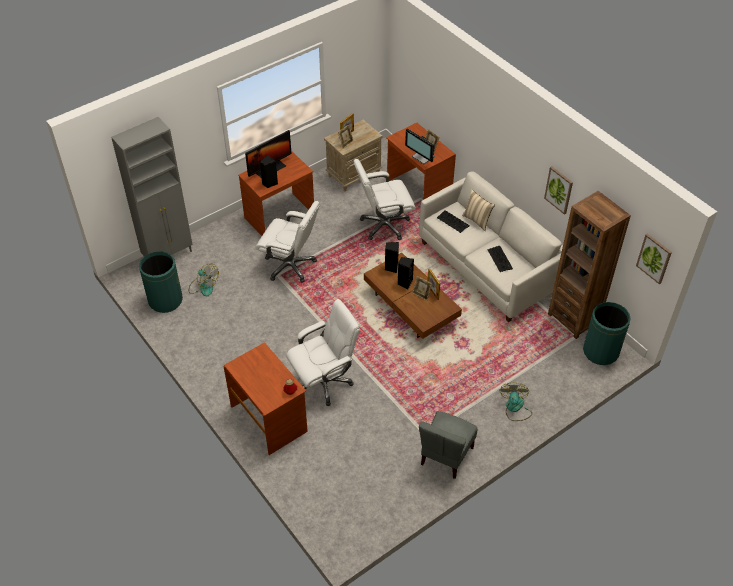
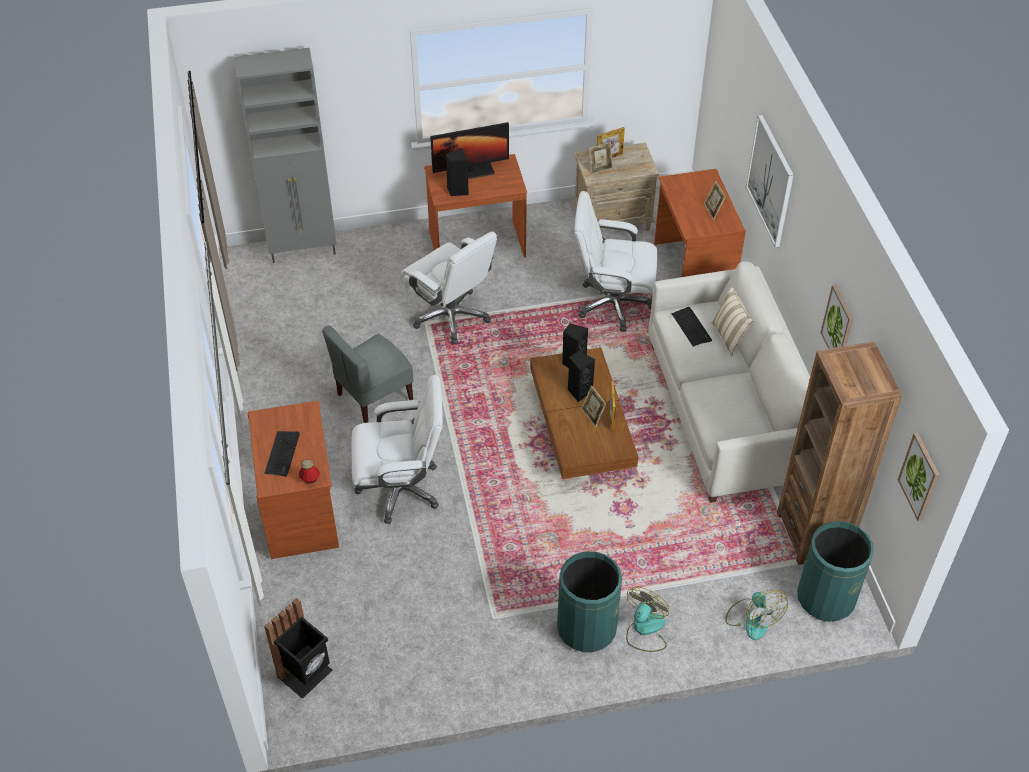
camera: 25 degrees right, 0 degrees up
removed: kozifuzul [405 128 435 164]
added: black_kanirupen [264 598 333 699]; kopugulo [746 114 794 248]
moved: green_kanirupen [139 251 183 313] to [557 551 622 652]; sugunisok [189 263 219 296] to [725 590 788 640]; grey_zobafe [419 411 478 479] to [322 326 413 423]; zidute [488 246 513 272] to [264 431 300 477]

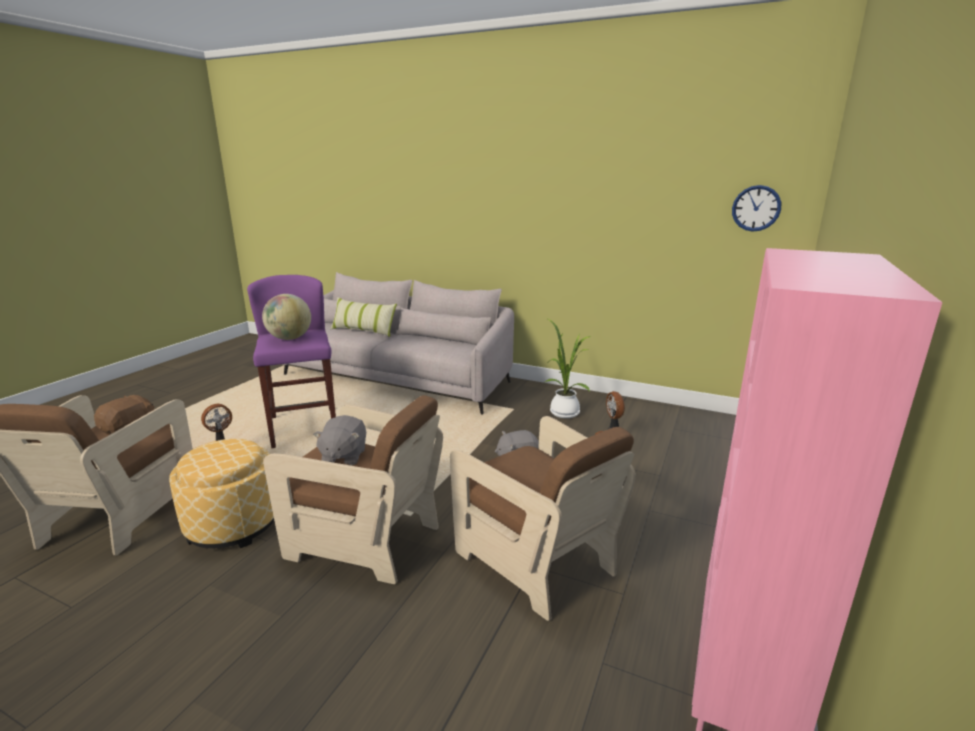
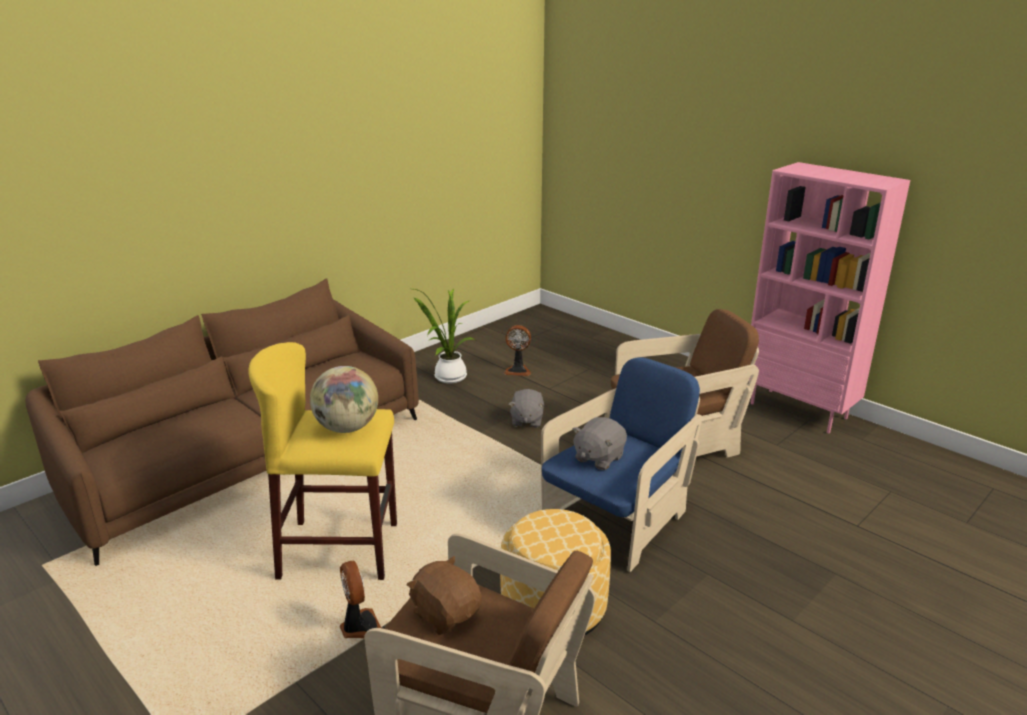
camera: 70 degrees left, 5 degrees up
removed: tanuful [330 297 397 337]; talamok [732 185 781 232]
recoloured: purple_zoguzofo [247 275 336 448] to yellow_zoguzofo [249 342 397 580]; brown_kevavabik [263 395 443 584] to blue_kevavabik [541 357 702 572]; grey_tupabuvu [283 272 514 415] to brown_tupabuvu [25 278 419 566]
turned: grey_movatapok [313 415 366 465] = [572 417 627 470] 105 degrees clockwise

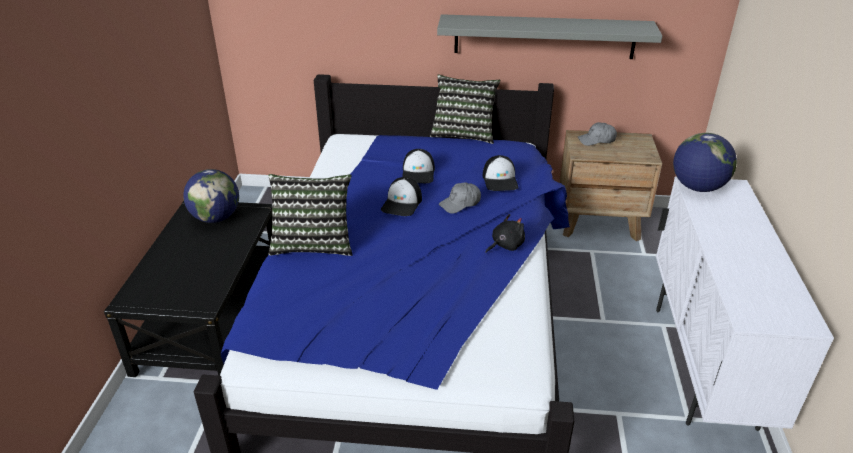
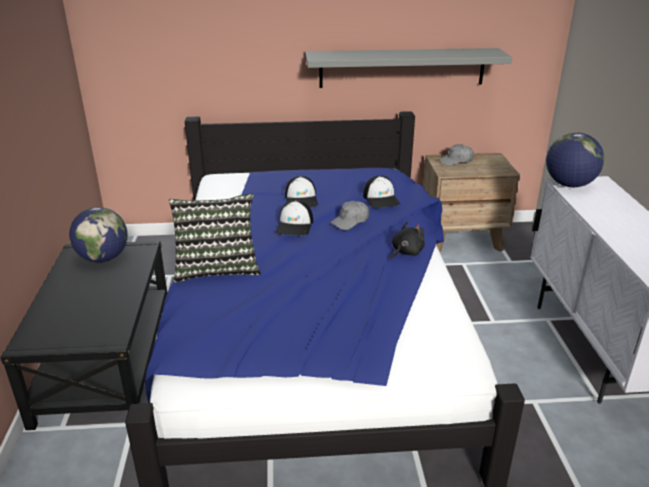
camera: 10 degrees left, 5 degrees down
removed: tanuful [430 74 500 144]

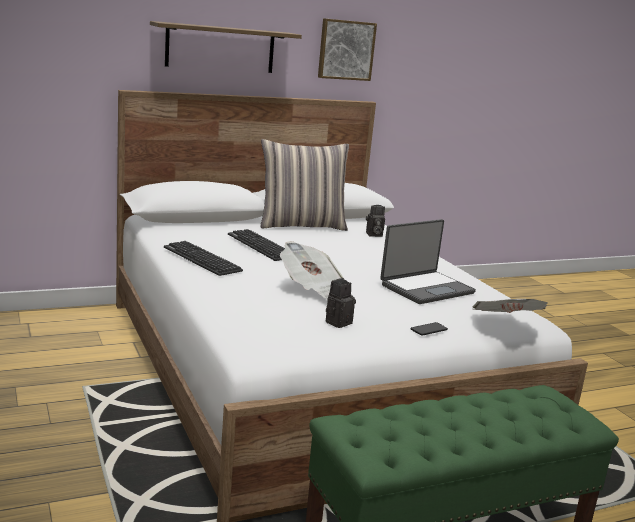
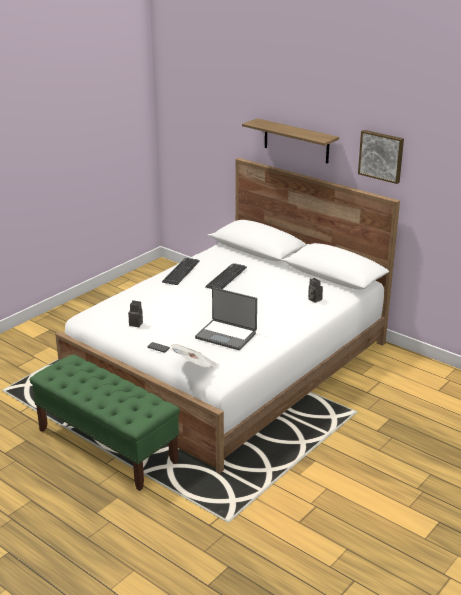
camera: 65 degrees right, 10 degrees up
removed: tanuful [261 139 349 231]; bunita [280 241 343 300]

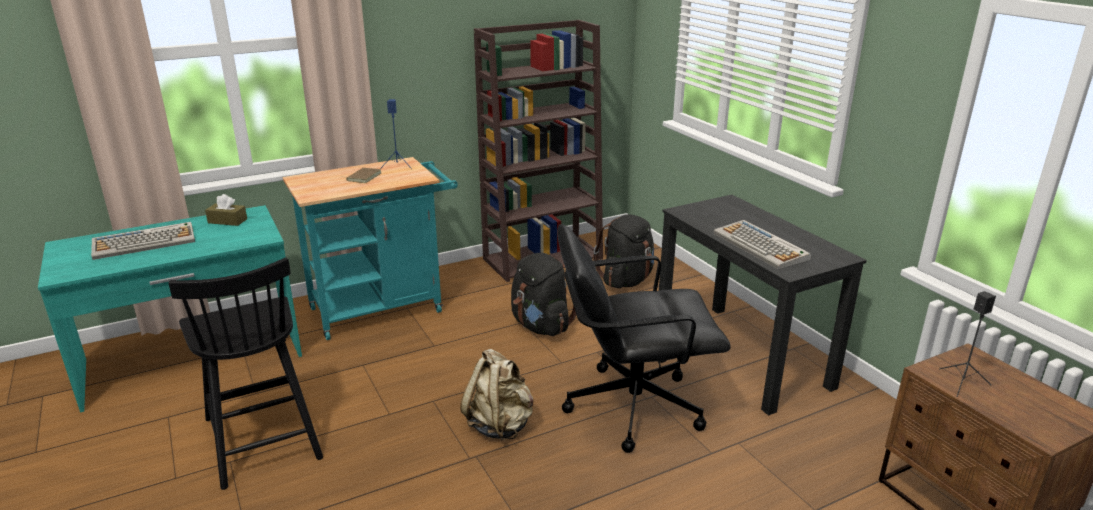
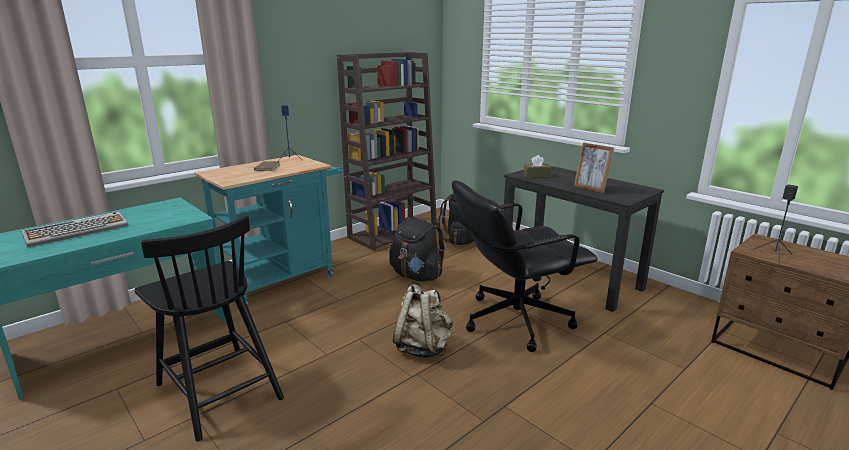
camera: 15 degrees left, 5 degrees down
moved: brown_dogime [205 194 247 226] to [523 155 552 178]
replaced: zidute [713 220 812 269] to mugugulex [574 143 614 193]

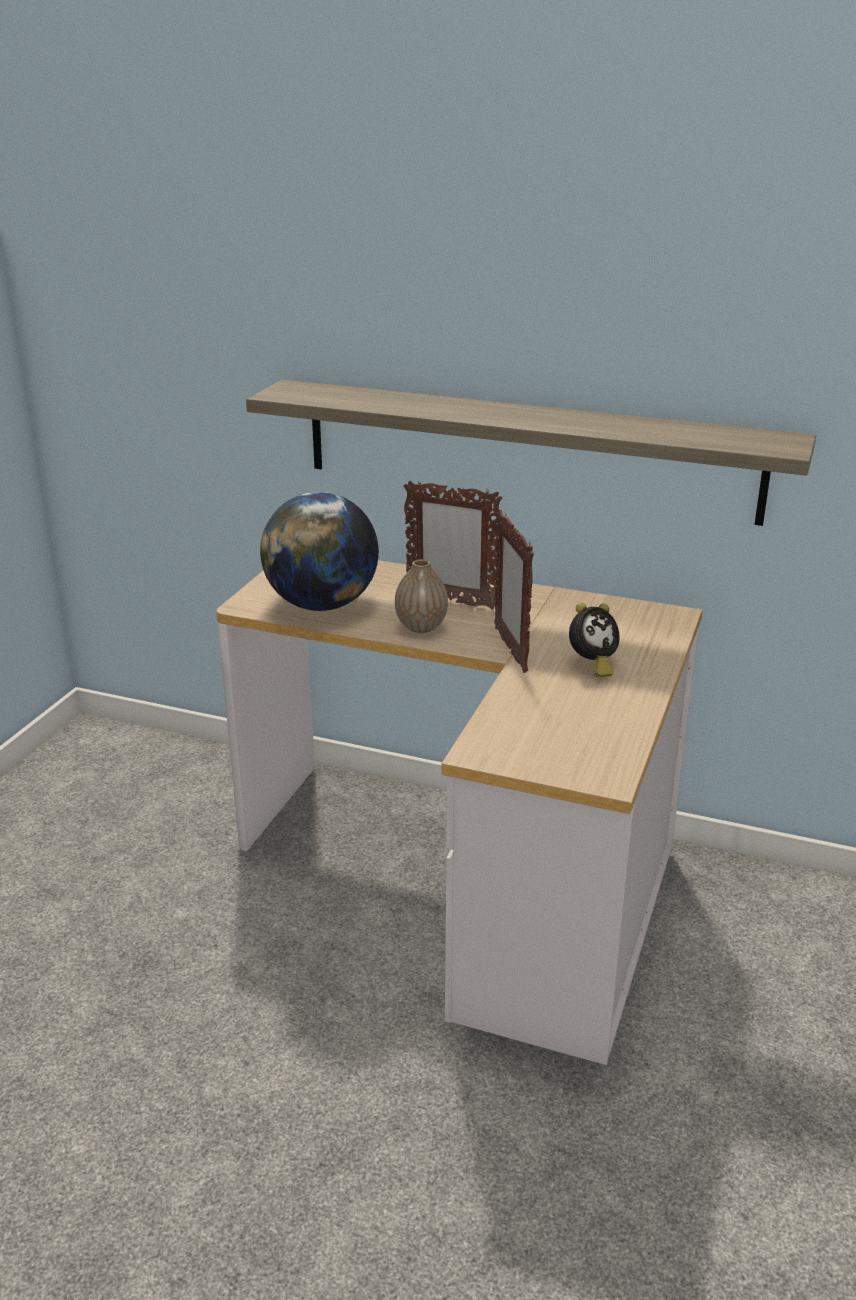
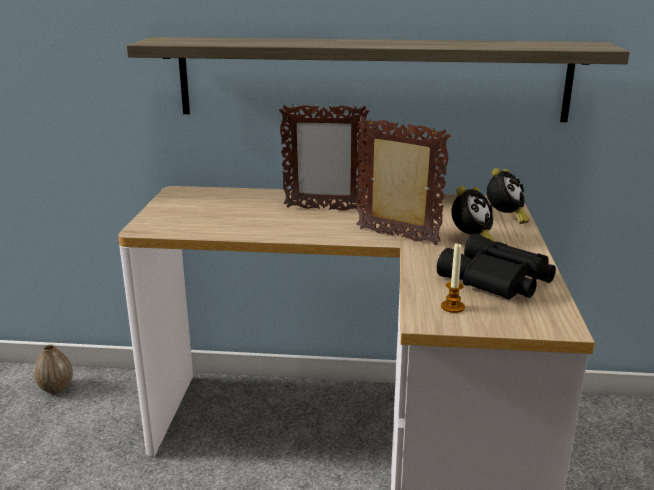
camera: 15 degrees left, 5 degrees down
removed: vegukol [260 492 379 611]
added: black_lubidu [437 233 556 300]; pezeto [441 243 465 313]; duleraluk [487 168 530 224]
moved: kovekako [395 559 448 633] to [34 344 73 393]
turned: mugugulex [494 510 534 673] = [356 117 451 245] 150 degrees clockwise

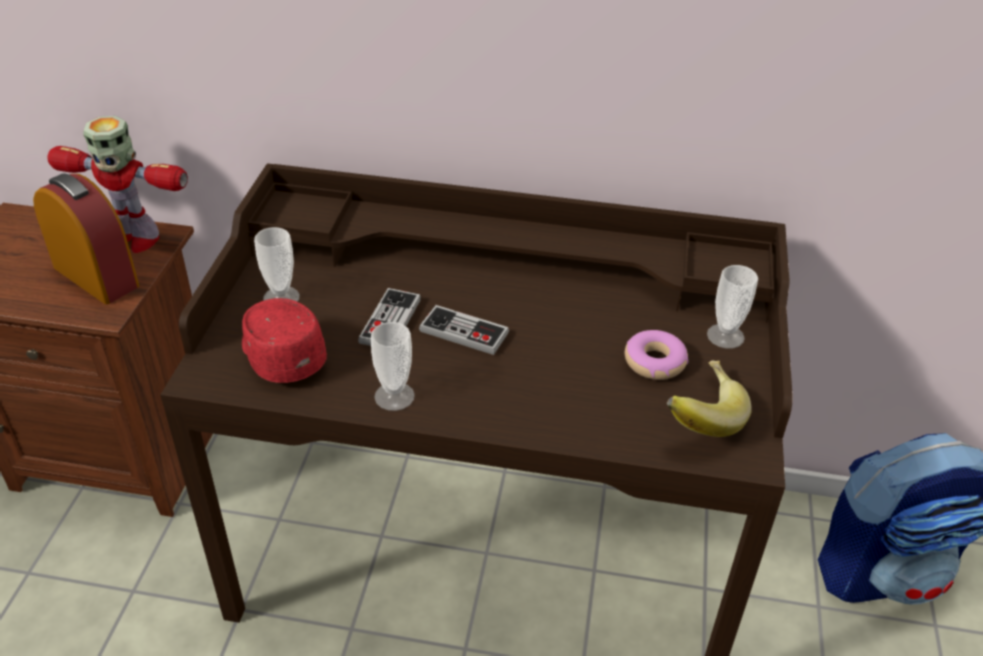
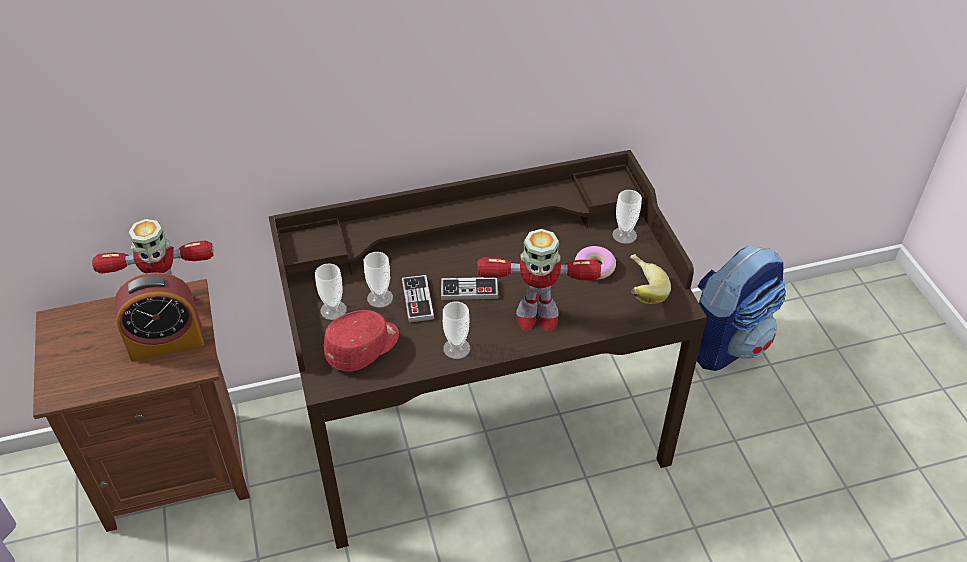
camera: 25 degrees left, 5 degrees up
added: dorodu [364 252 393 308]; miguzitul [477 229 601 332]
turned: duleraluk [33 174 139 304] = [115 272 204 362] 150 degrees clockwise; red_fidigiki [242 298 327 383] = [324 310 399 371] 105 degrees clockwise

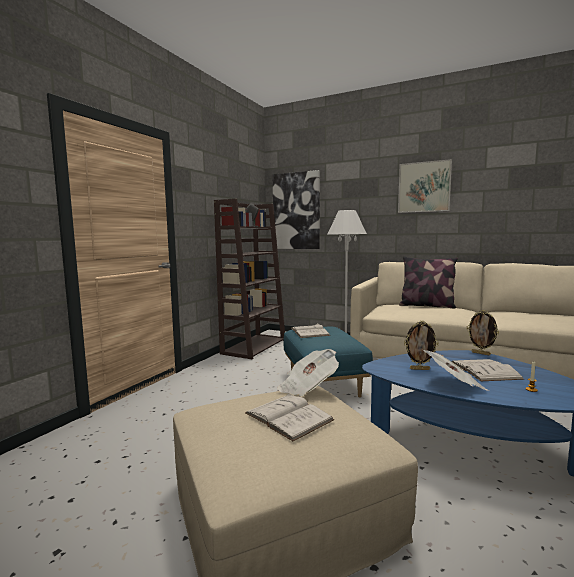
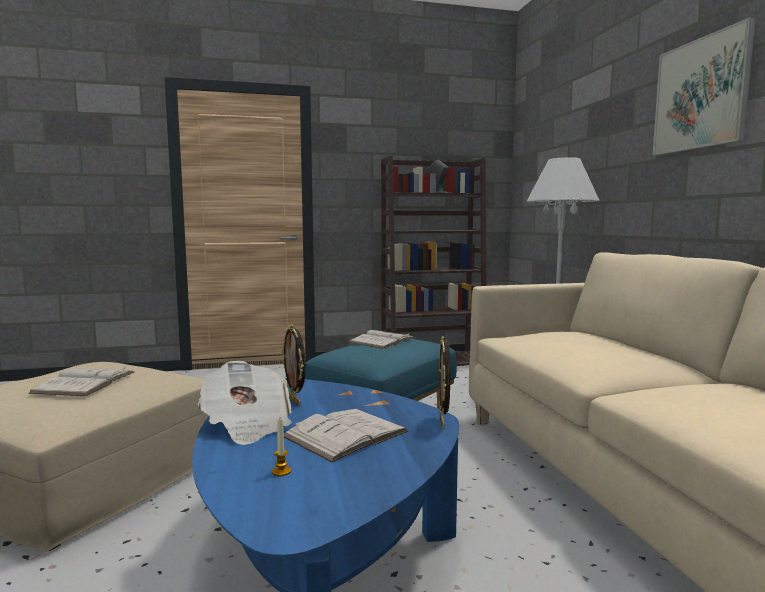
camera: 50 degrees right, 0 degrees up
removed: kopugulo [273 170 320 249]; bunita [277 349 339 396]; tanuful [399 256 458 309]

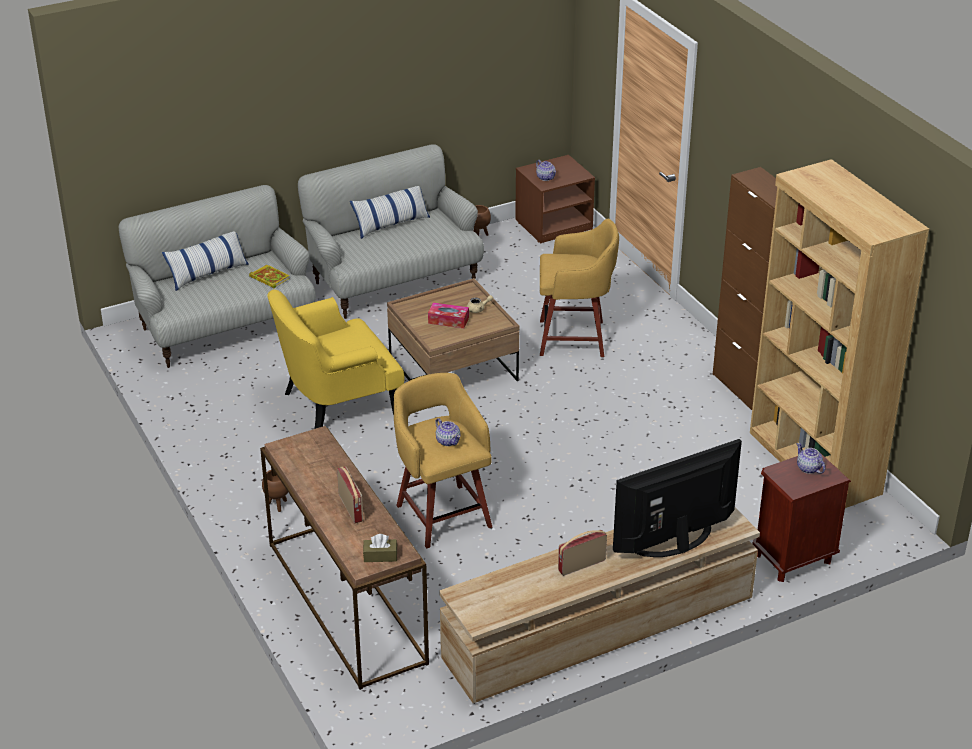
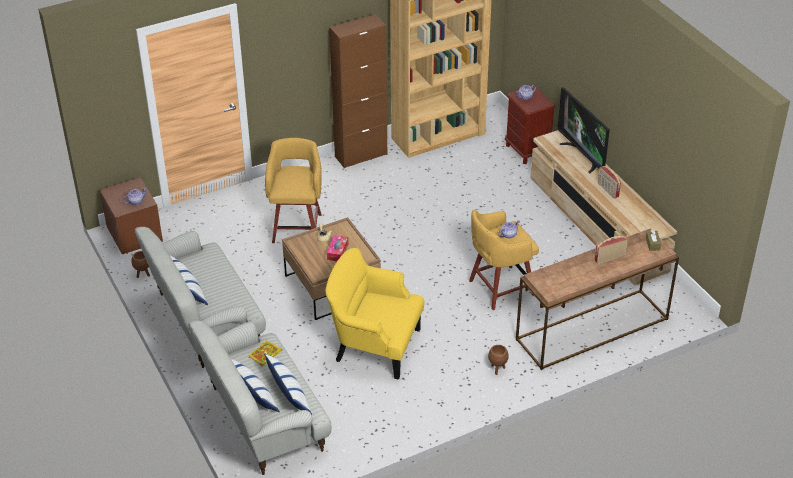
camera: 90 degrees left, 5 degrees up
added: tanuful [264 353 312 415]
turned: yellow_kevavabik [267 290 404 429] = [326 248 424 380] 135 degrees clockwise

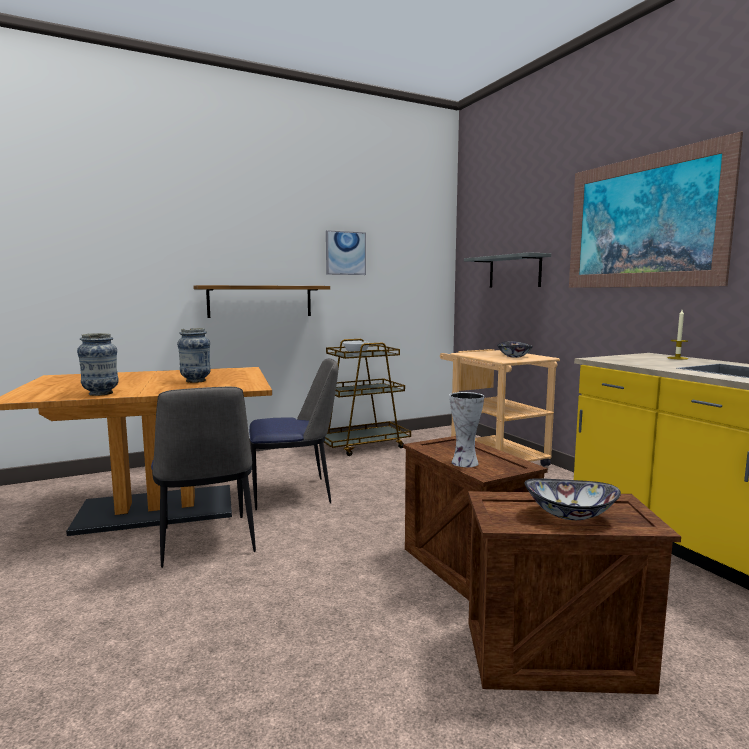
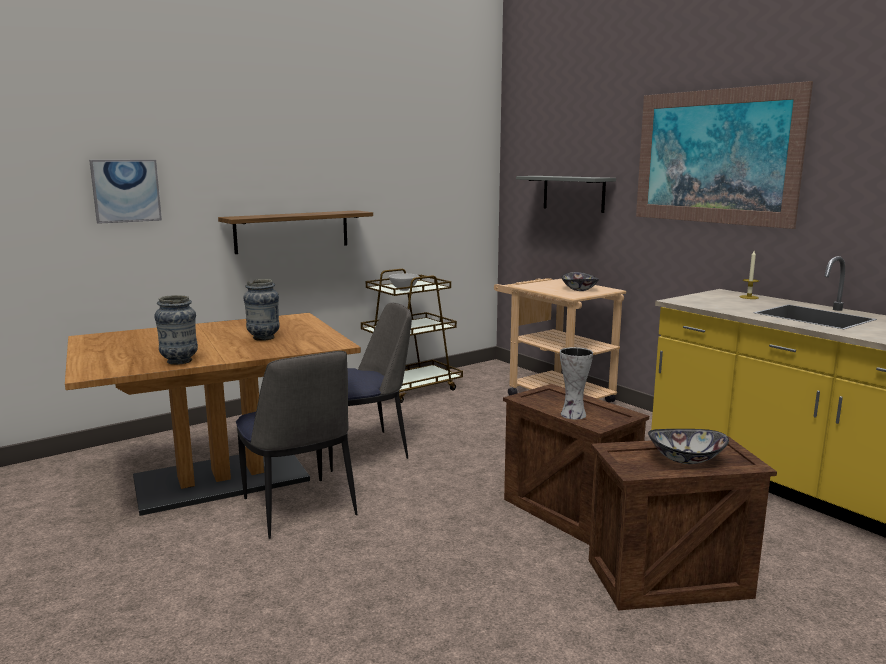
camera: 10 degrees left, 5 degrees up
moved: kopugulo [326 230 366 275] to [89 160 162 224]

